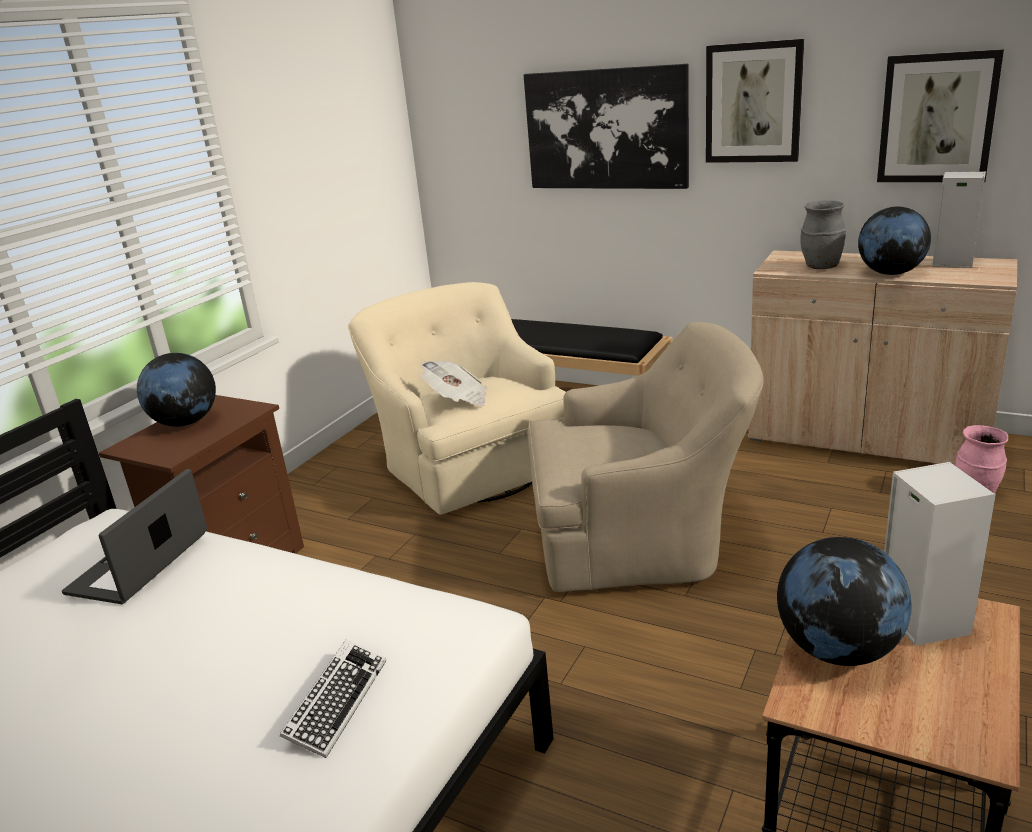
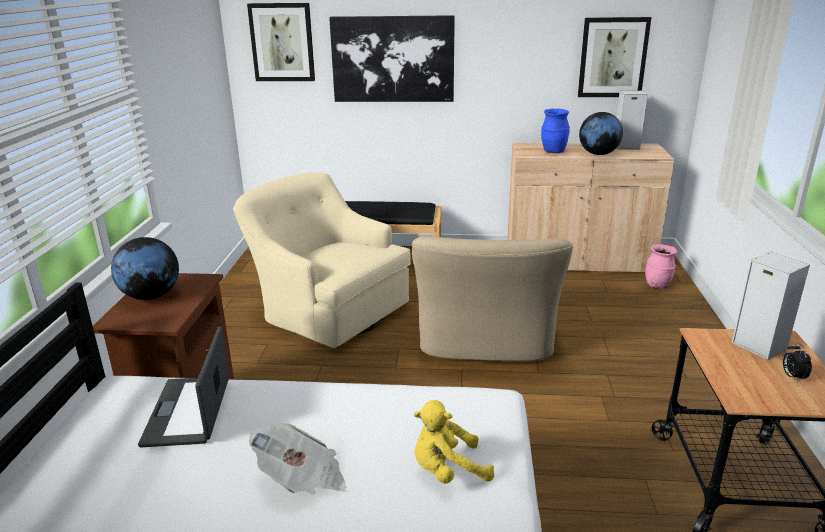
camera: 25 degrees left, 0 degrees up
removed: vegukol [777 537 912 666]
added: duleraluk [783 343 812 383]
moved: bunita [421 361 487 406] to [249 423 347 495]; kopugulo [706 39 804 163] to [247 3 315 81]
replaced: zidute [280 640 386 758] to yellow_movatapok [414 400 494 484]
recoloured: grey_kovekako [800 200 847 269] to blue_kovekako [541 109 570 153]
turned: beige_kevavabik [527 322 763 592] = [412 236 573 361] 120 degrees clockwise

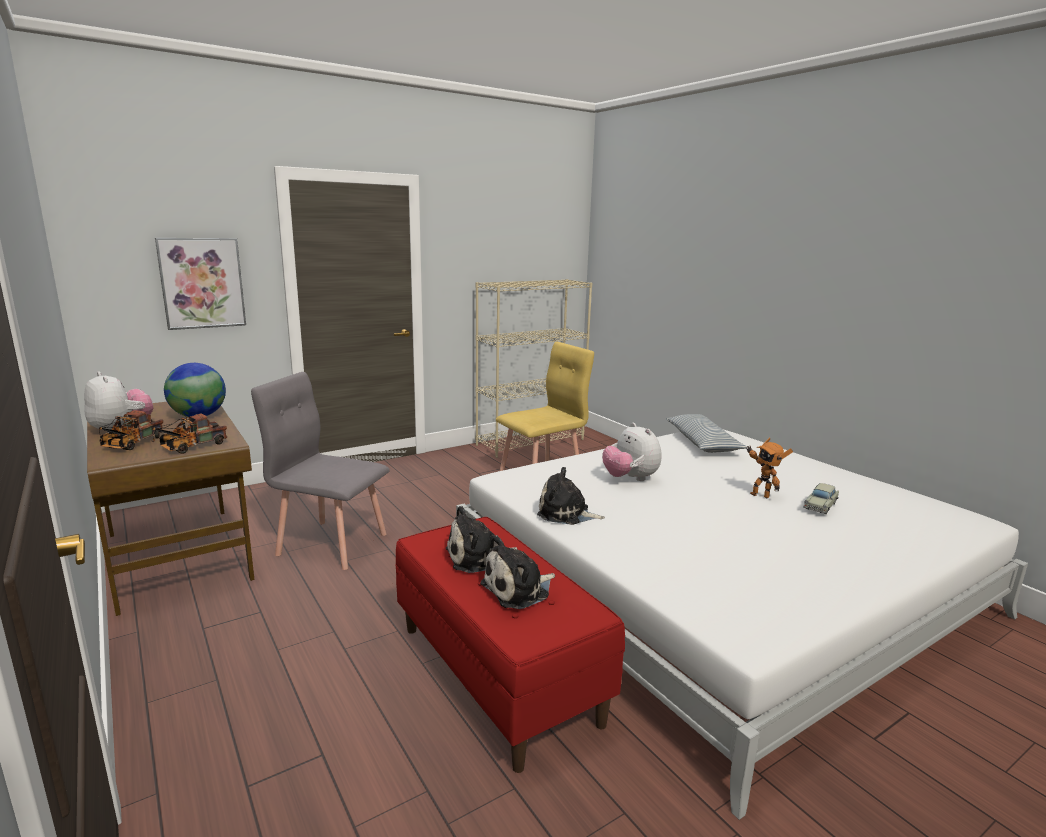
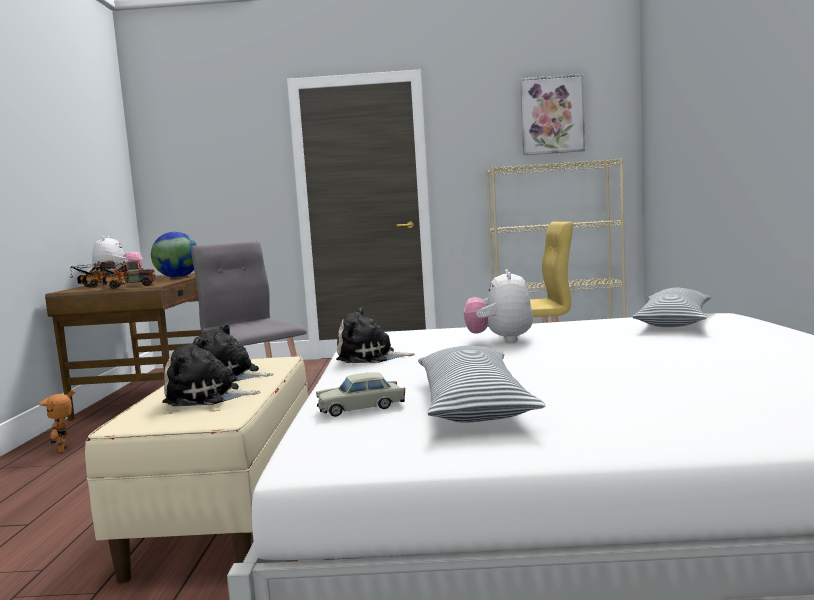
camera: 35 degrees right, 10 degrees down
added: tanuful [418 346 545 423]
moved: kopugulo [155 238 246 330] to [520 74 585 155]; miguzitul [747 437 793 498] to [39 390 75 453]; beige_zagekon [803 483 839 514] to [316 373 405 417]
recoloured: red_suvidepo [395 517 625 773] to beige_suvidepo [85 356 308 584]
turned: movatapok [537 467 605 525] = [336 307 415 363] 45 degrees counterclockwise

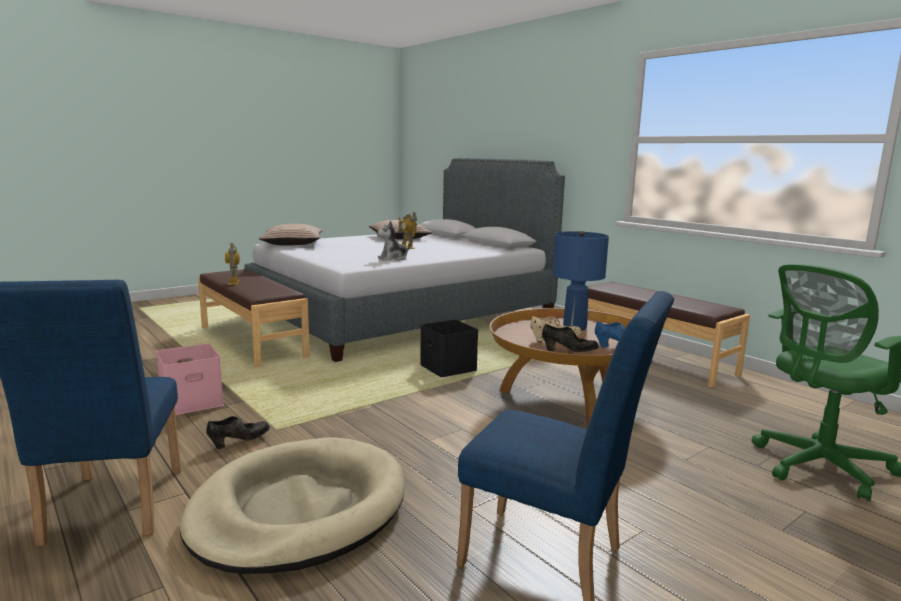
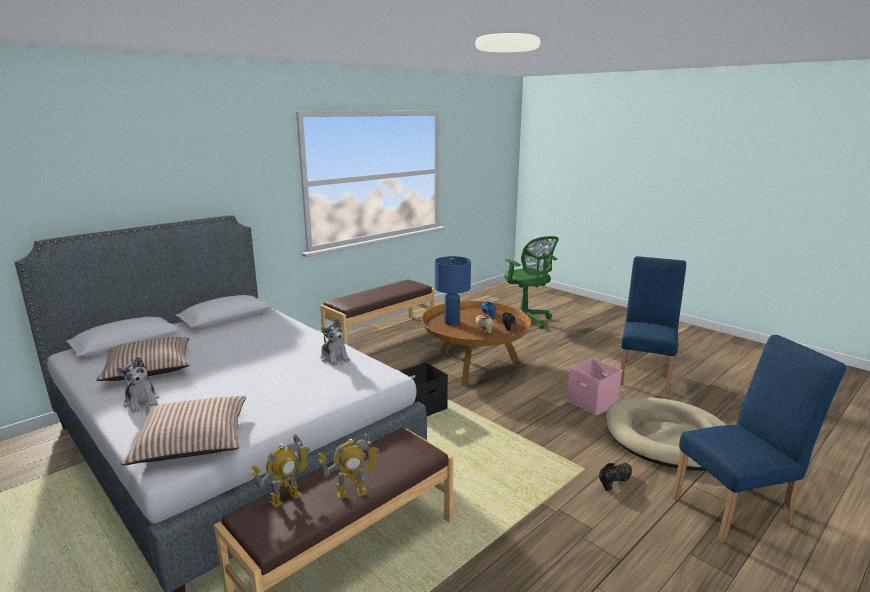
camera: 95 degrees left, 5 degrees up
added: movatapok [116 357 159 413]
moved: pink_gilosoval [156 343 224 415] to [567 358 622 415]; miguzitul [398 212 417 249] to [251 434 310 508]
turned: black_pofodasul [206 416 270 449] = [599 463 632 491] 90 degrees clockwise

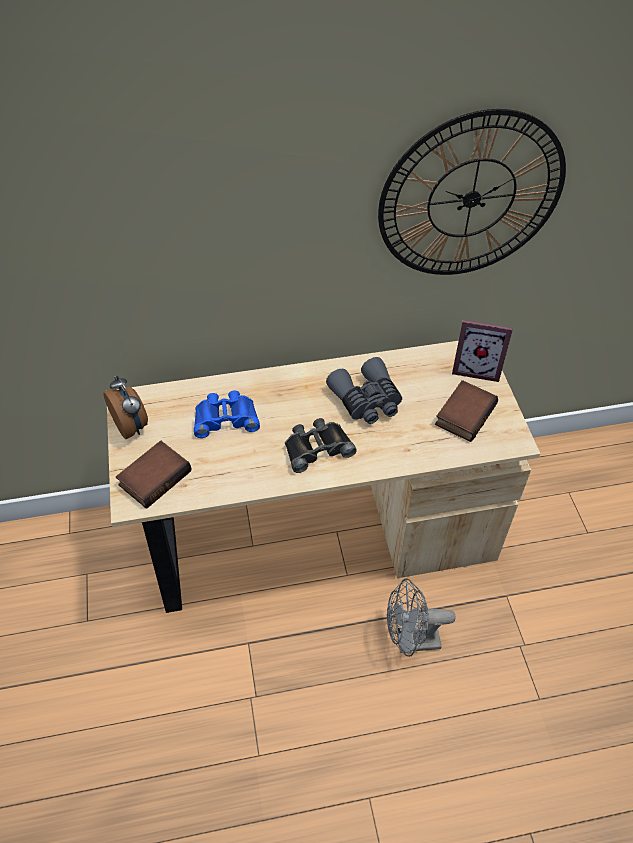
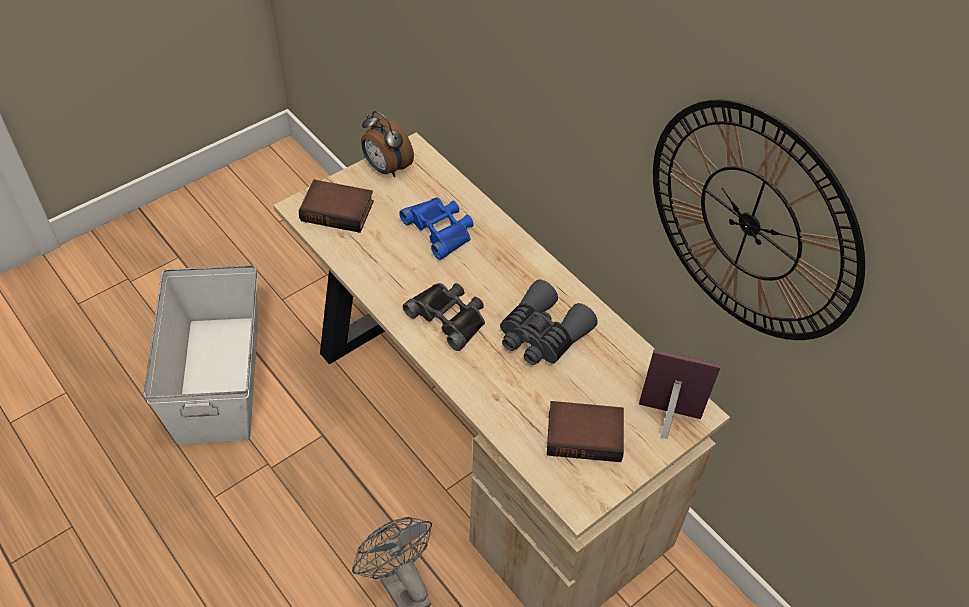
camera: 60 degrees right, 0 degrees up
added: white_gilosoval [144 265 258 444]
turned: duleraluk [103 376 148 439] = [361 111 414 177] 105 degrees clockwise; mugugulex [452 320 513 382] = [639 349 721 439] 120 degrees clockwise

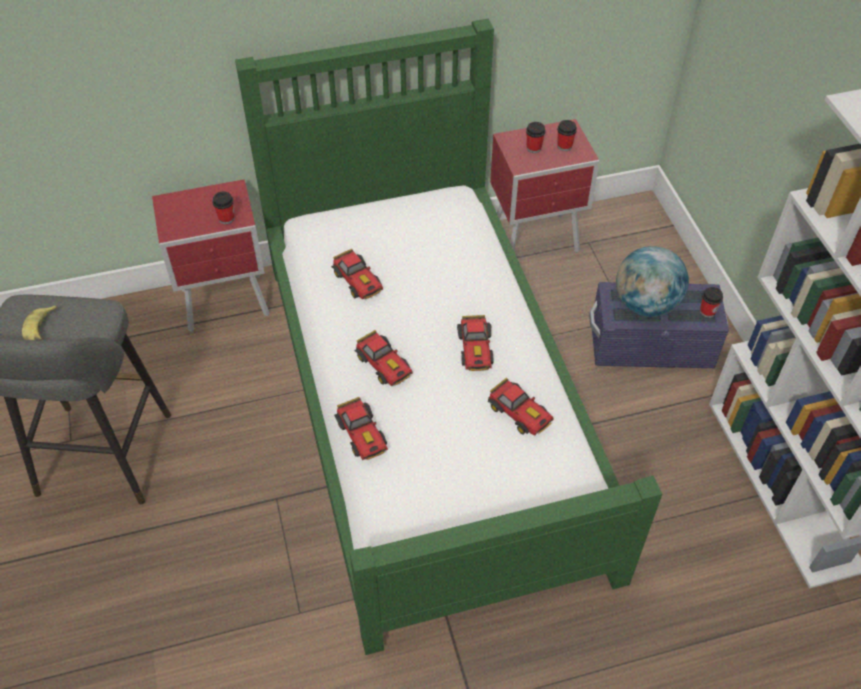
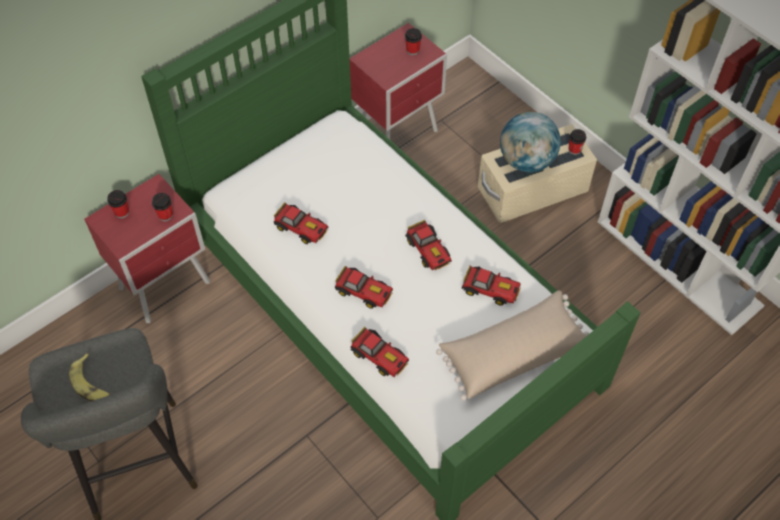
camera: 25 degrees left, 5 degrees up
added: beige_tanuful [436 291 589 401]
moved: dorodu [526 122 546 153] to [107 190 129 219]
recoloured: purple_gilosoval [589 282 729 368] to beige_gilosoval [478 124 597 223]

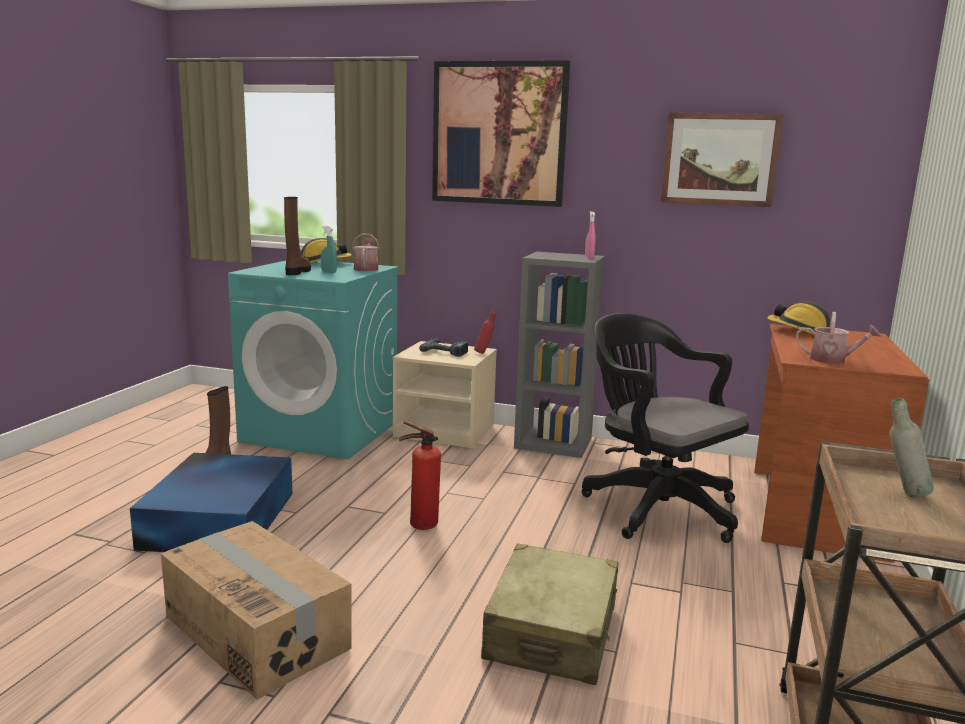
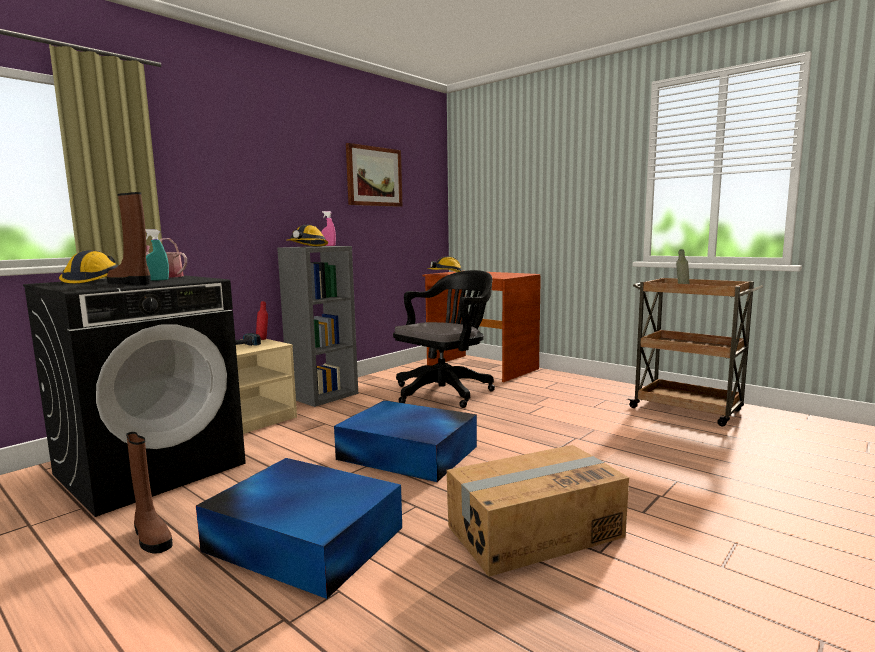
camera: 65 degrees left, 5 degrees down
removed: kopugulo [432 60 570 207]; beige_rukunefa [481 544 619 685]; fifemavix [796 312 882 364]
added: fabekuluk [288 225 328 246]
replaced: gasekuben [399 419 441 530] to blue_gilosoval [334 400 477 482]
recoloured: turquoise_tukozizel [228 261 399 459] to black_tukozizel [23 275 246 517]
turned: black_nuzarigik [582 313 749 543] = [393 270 495 408] 150 degrees clockwise

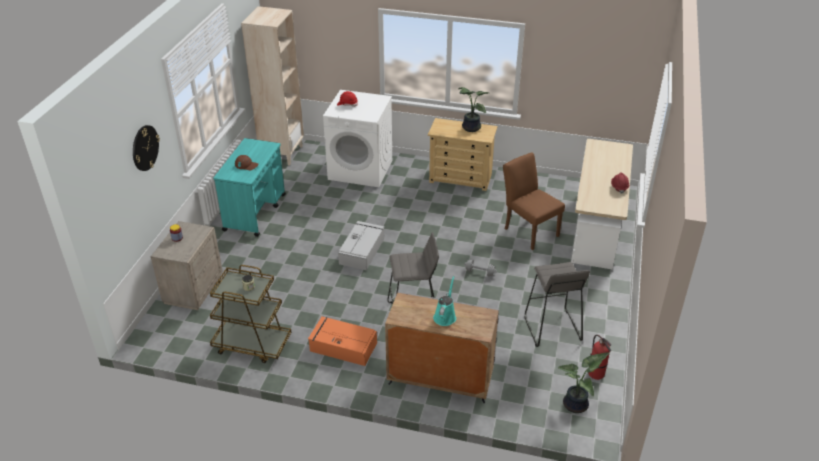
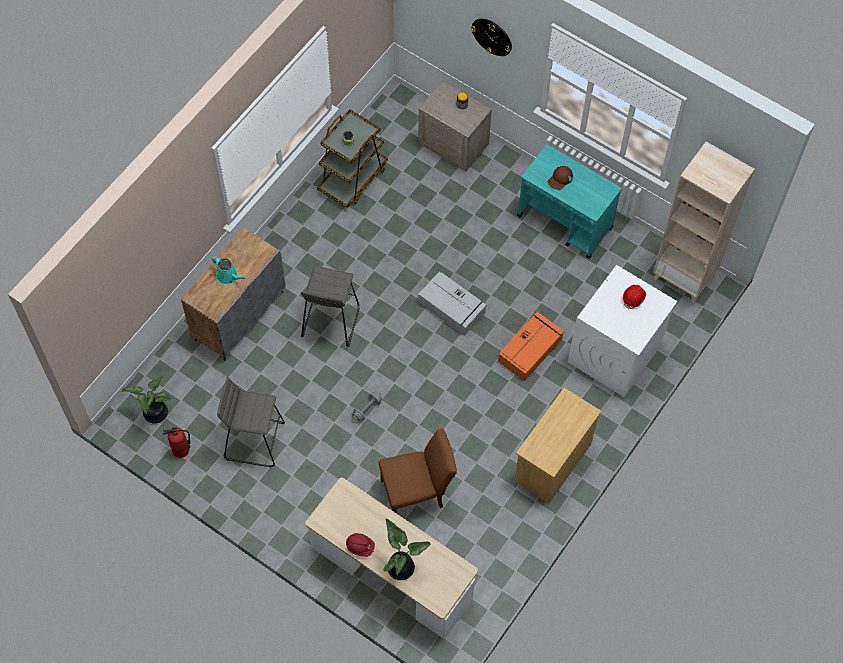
camera: 110 degrees right, 25 degrees up
moved: orange_gilosoval [308 316 377 366] to [498 312 564 381]; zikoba [459 87 489 132] to [383 519 431 580]

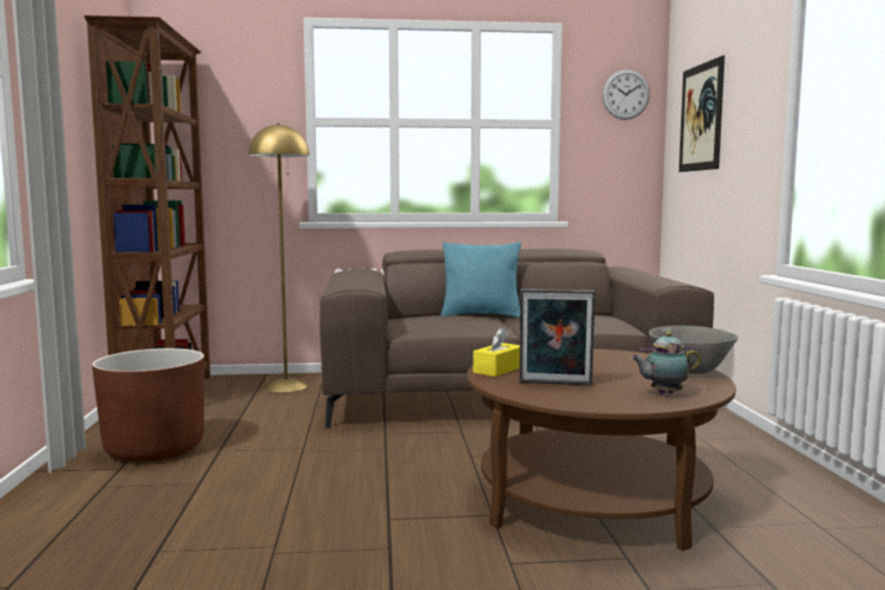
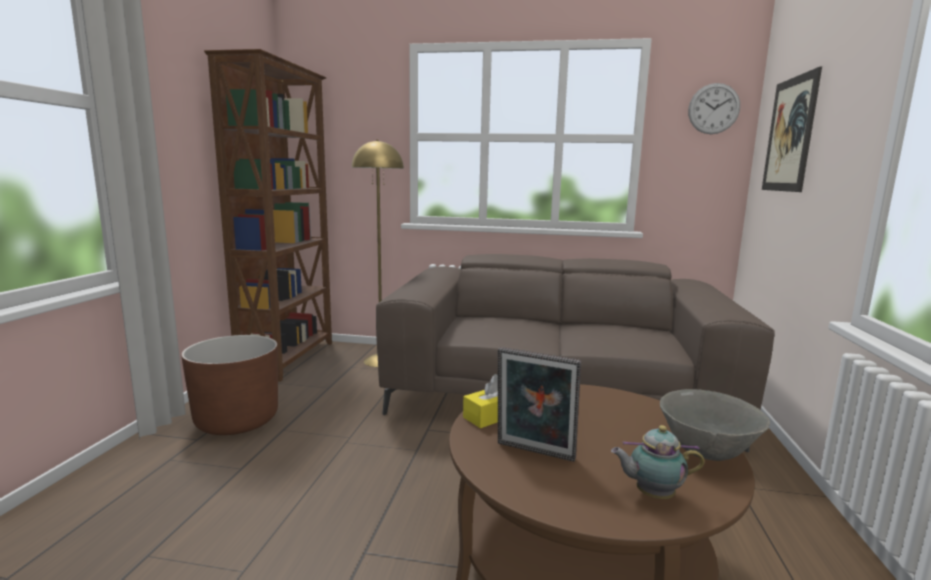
camera: 15 degrees right, 5 degrees up
removed: turquoise_tanuful [441 242 521 317]

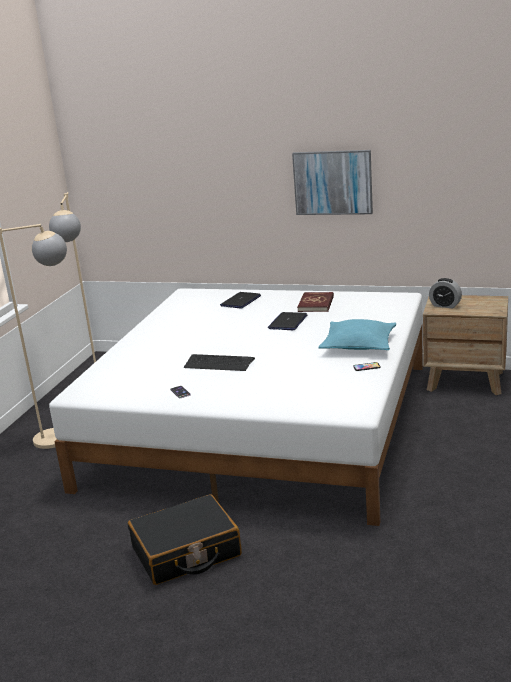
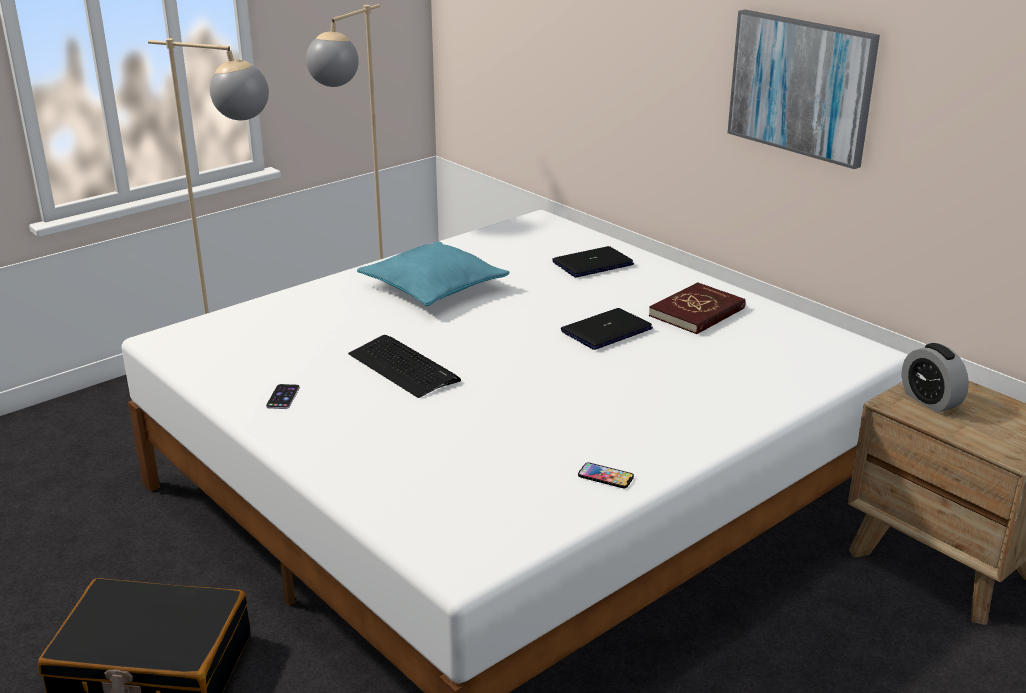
camera: 30 degrees right, 5 degrees up
moved: turquoise_tanuful [318 319 396 350] to [357 241 510 306]

